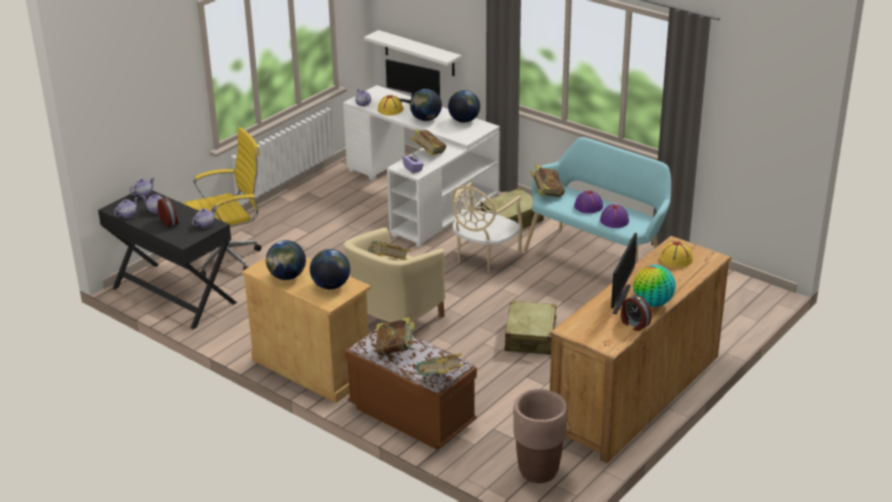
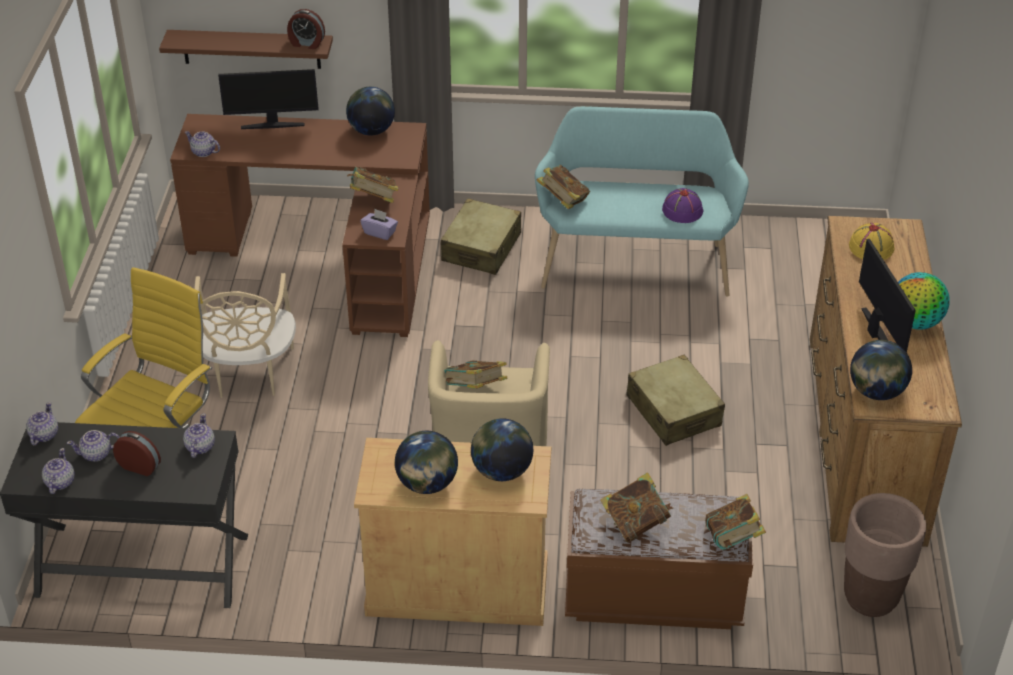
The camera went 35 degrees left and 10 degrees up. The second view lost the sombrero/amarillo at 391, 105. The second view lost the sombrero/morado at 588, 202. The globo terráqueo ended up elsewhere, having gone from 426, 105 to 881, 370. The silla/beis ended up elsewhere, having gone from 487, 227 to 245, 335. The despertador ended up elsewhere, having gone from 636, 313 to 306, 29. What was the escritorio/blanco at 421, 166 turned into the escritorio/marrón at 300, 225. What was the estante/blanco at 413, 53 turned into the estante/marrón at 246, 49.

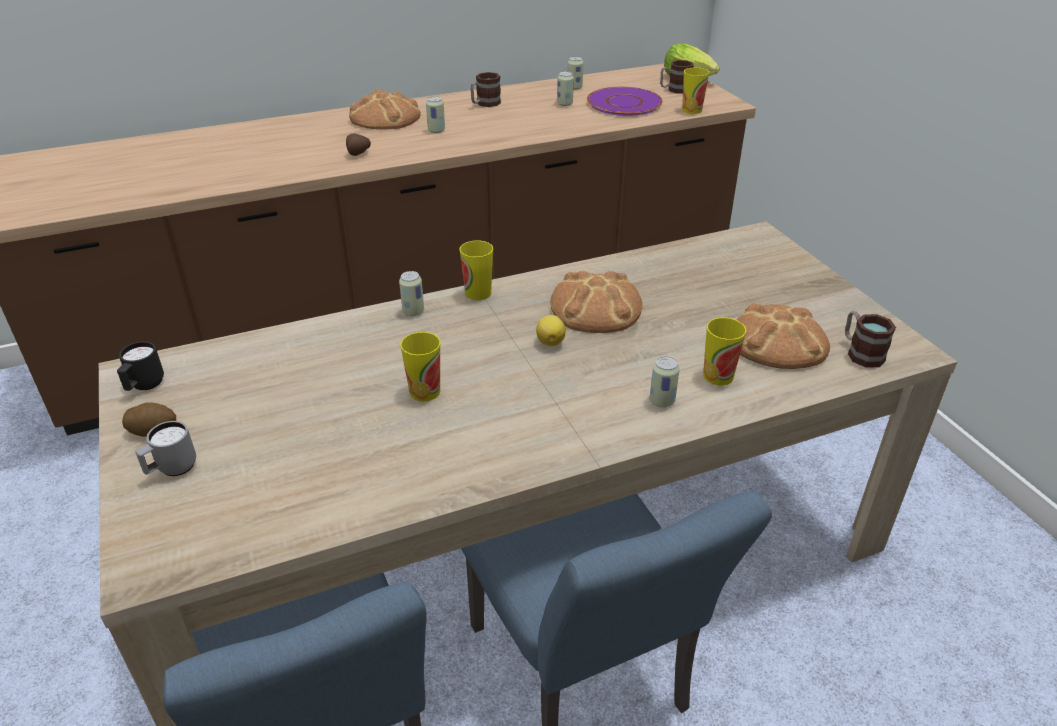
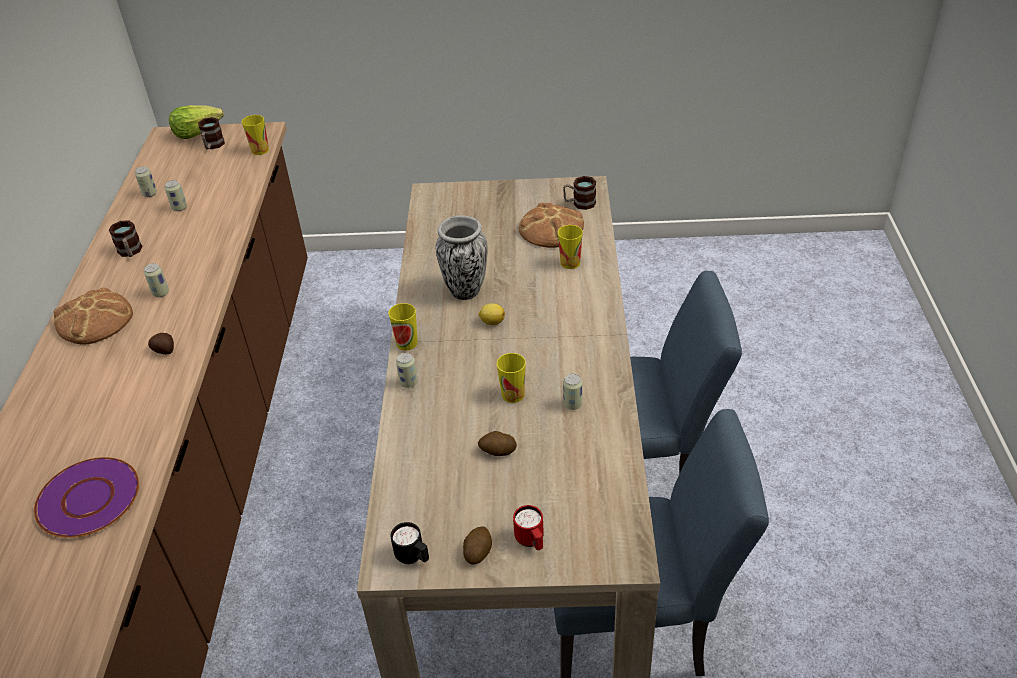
The camera went 65 degrees left and 5 degrees up. The second view gained the patata at 497, 443. The plato/morado ended up elsewhere, having gone from 625, 101 to 86, 497. The lata ended up elsewhere, having gone from 665, 382 to 572, 392. Where the pan stood at 596, 302, the florero came to stand at 462, 257. What was the taza grande/gris at 166, 448 turned into the taza grande/rojo at 528, 527.

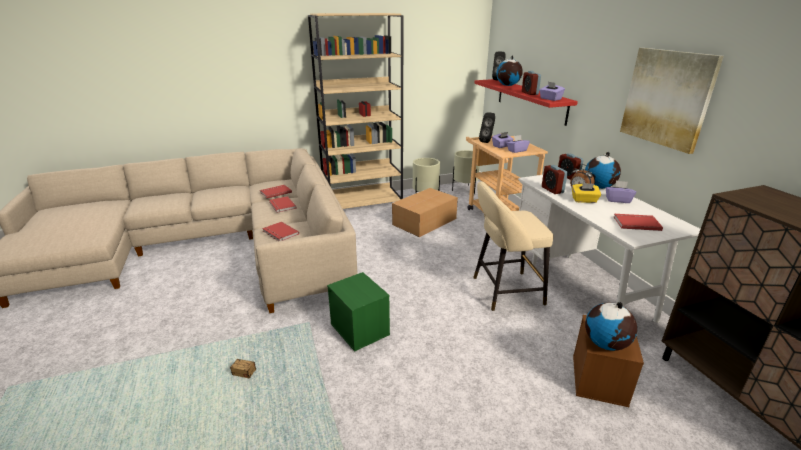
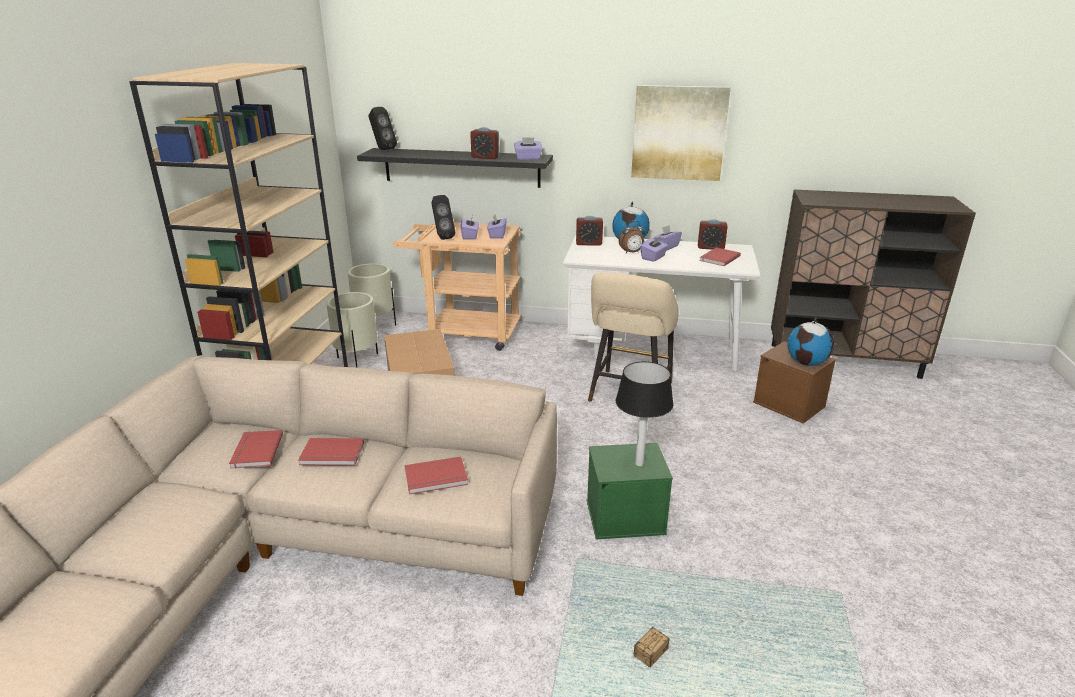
The camera went 60 degrees left and 0 degrees up. The second view lost the globo terráqueo at 509, 70. The second view gained the lámpara de mesa at 645, 414. The despertador ended up elsewhere, having gone from 555, 179 to 713, 234. What was the estante/rojo at 526, 102 turned into the estante/negro at 455, 168. What was the caja de pañuelos/amarillo at 586, 193 turned into the caja de pañuelos/morado at 654, 249.

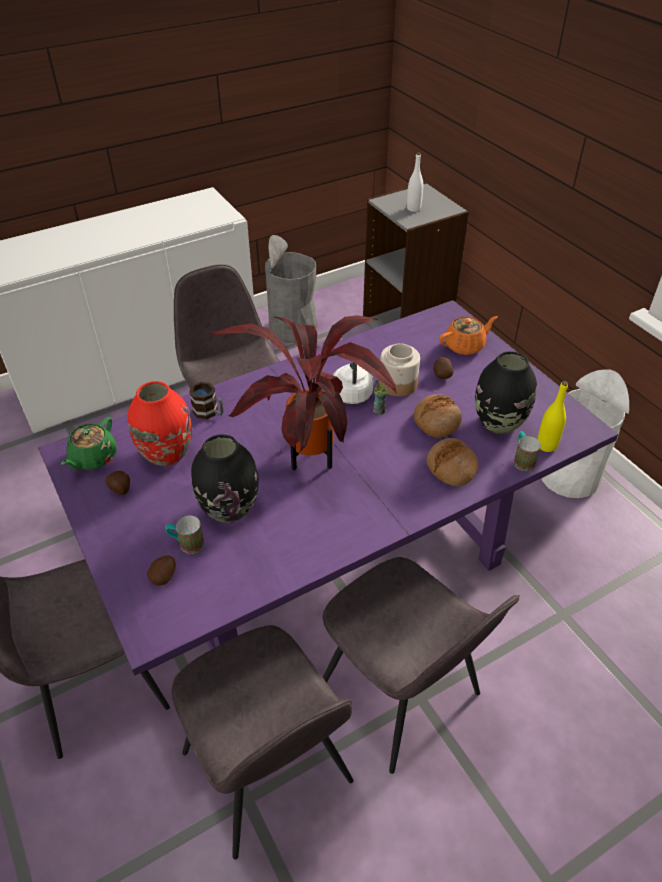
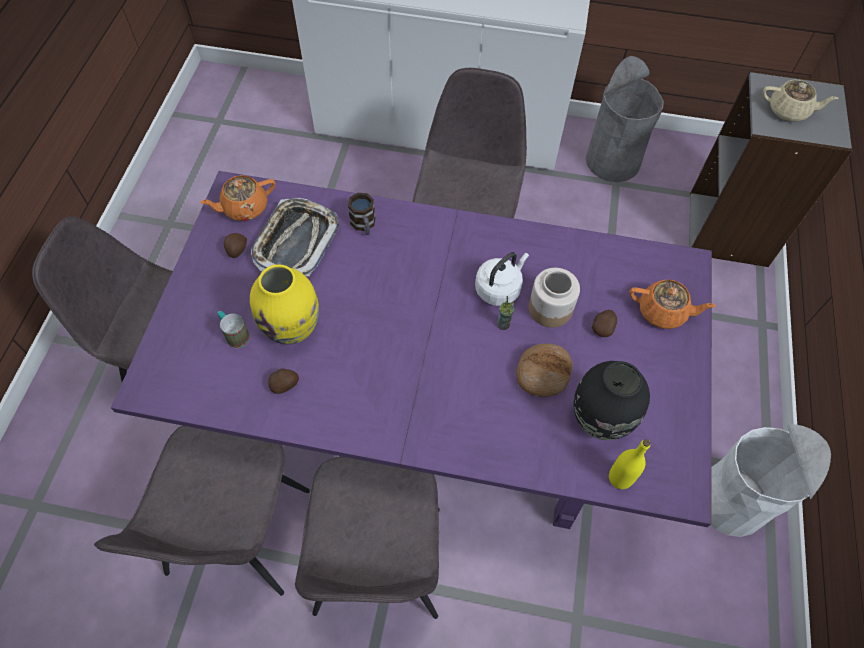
The camera went 40 degrees right and 15 degrees up. The second view lost the planta en maceta at 303, 392. The second view lost the pan at 452, 462. The second view lost the taza grande at 527, 451. The patata ended up elsewhere, having gone from 161, 571 to 283, 381. Where the florero/rojo stood at 160, 423, the bandeja came to stand at 295, 237. Where the botella/blanco stood at 415, 182, the tetera/beis came to stand at 801, 101. What was the tetera/verde at 89, 443 turned into the tetera/naranja at 237, 198. What was the florero/negro at 225, 478 turned into the florero/amarillo at 284, 304.

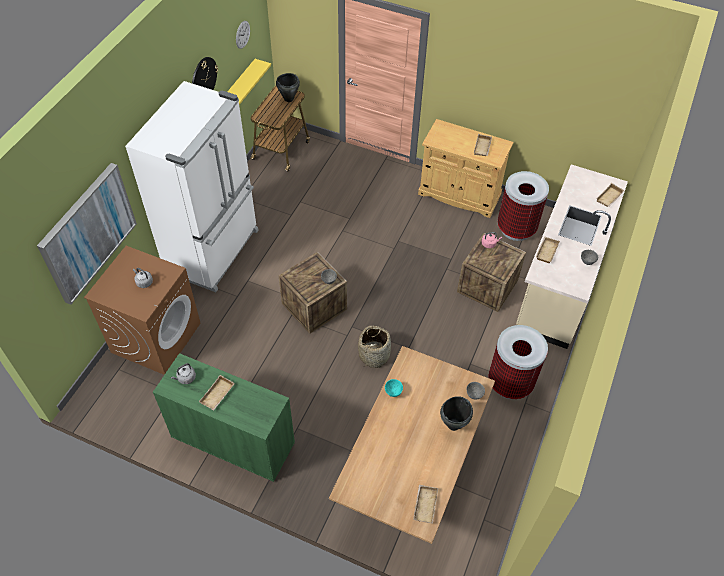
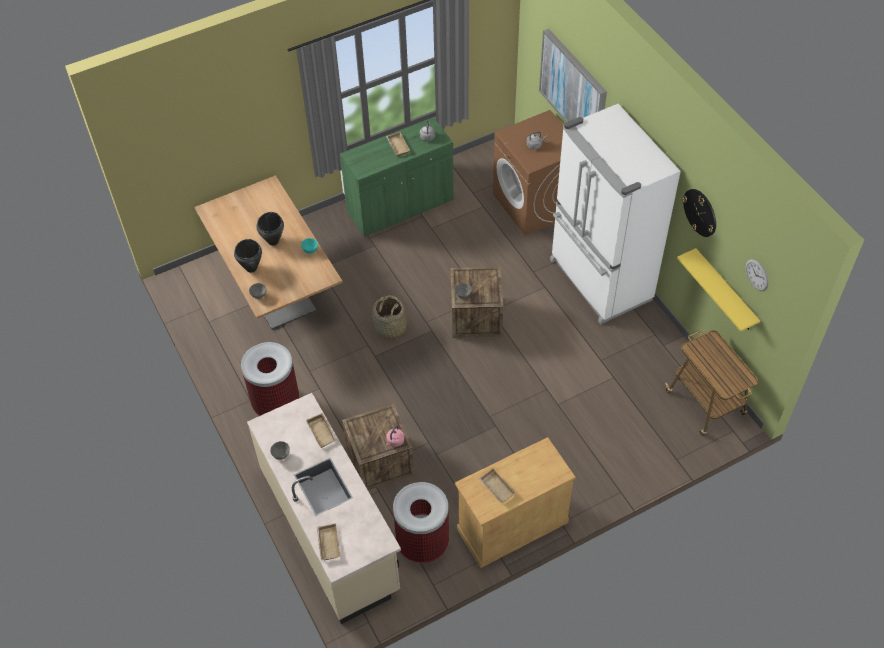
The camera went 130 degrees right and 0 degrees up. The second view lost the bandeja/beis at 425, 504. The olla/negro ended up elsewhere, having gone from 288, 87 to 270, 229.

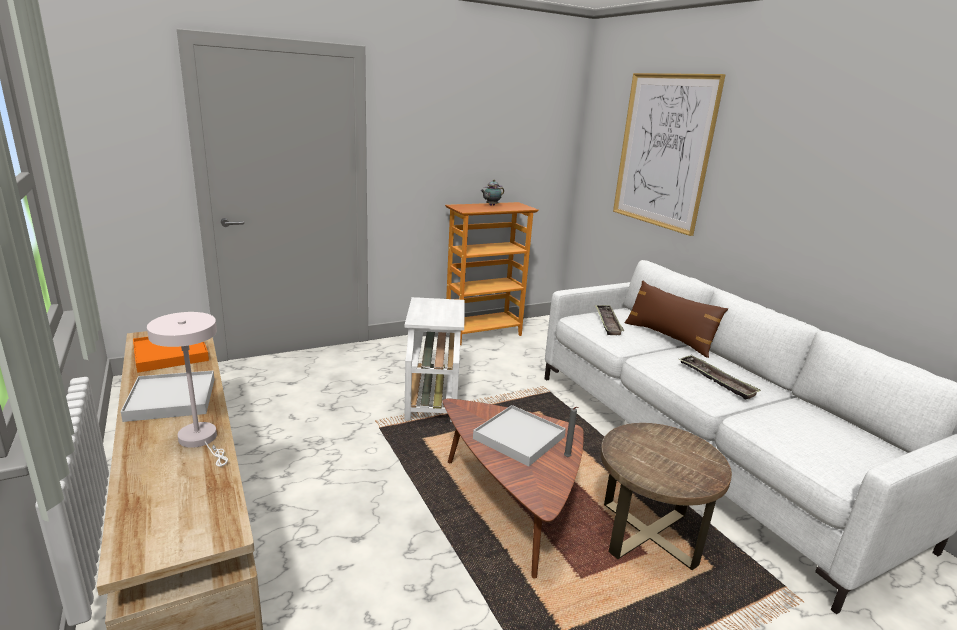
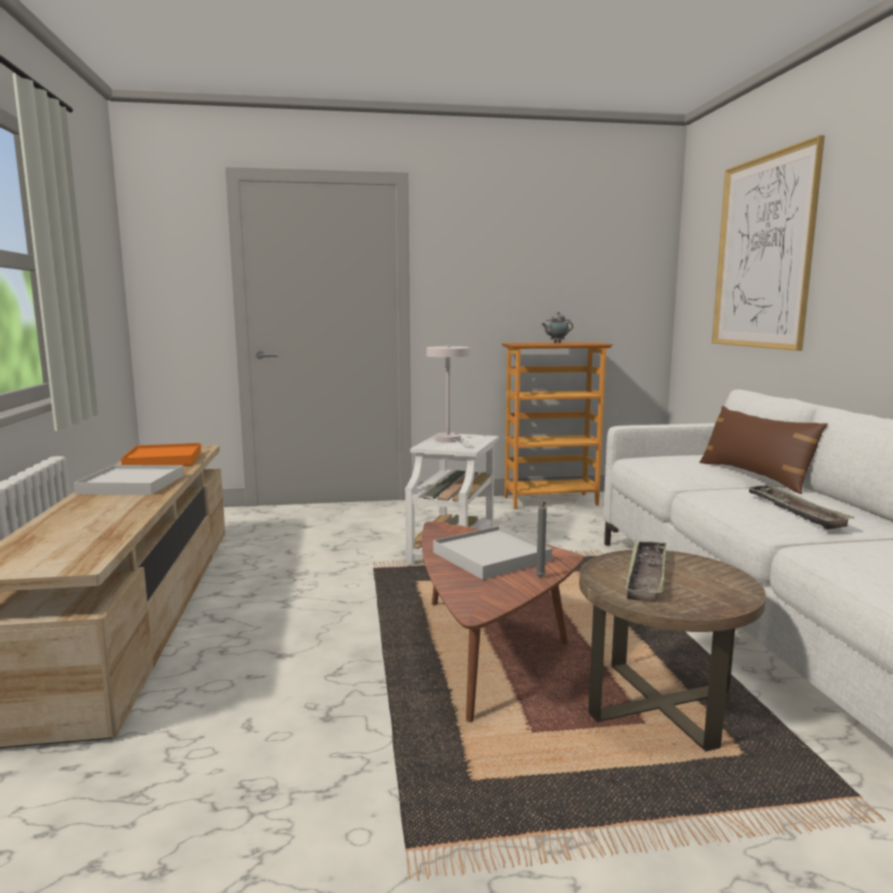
The camera went 20 degrees right and 10 degrees down. The lámpara de mesa/blanco ended up elsewhere, having gone from 187, 389 to 449, 397. The bandeja ended up elsewhere, having gone from 609, 320 to 645, 571.

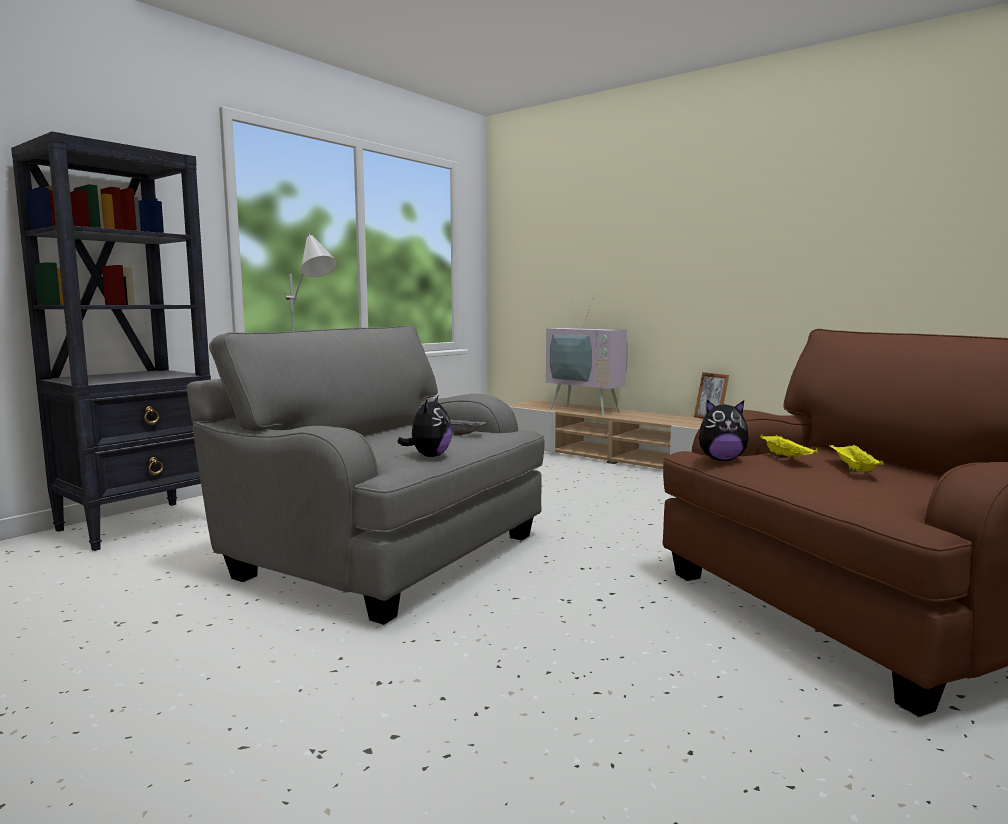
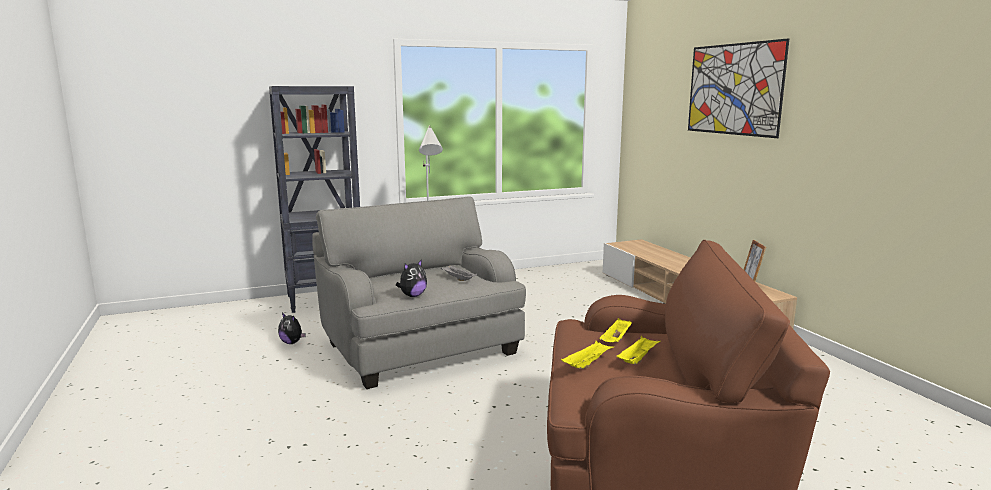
The camera went 30 degrees right and 5 degrees up. The second view lost the televisor at 587, 356. The second view gained the bandeja/amarillo at 587, 354. The second view gained the cuadro at 738, 88. The peluche ended up elsewhere, having gone from 724, 430 to 292, 328.

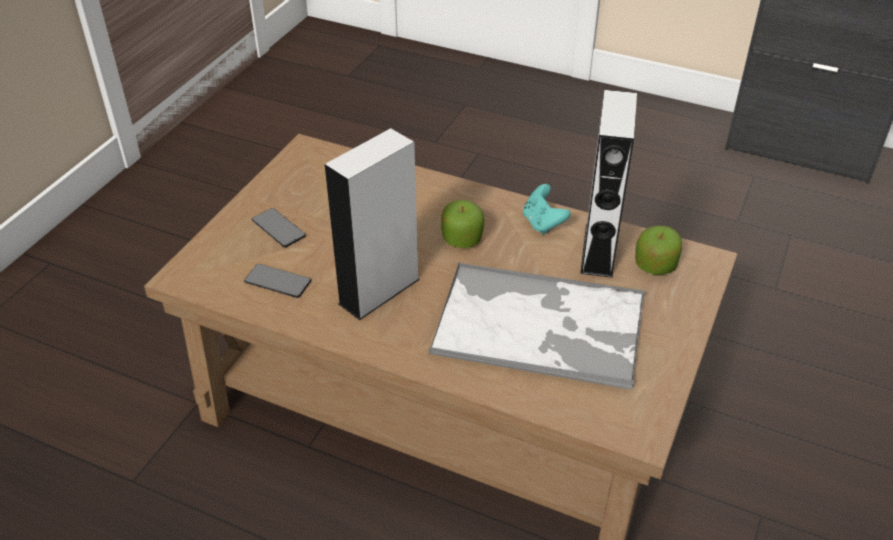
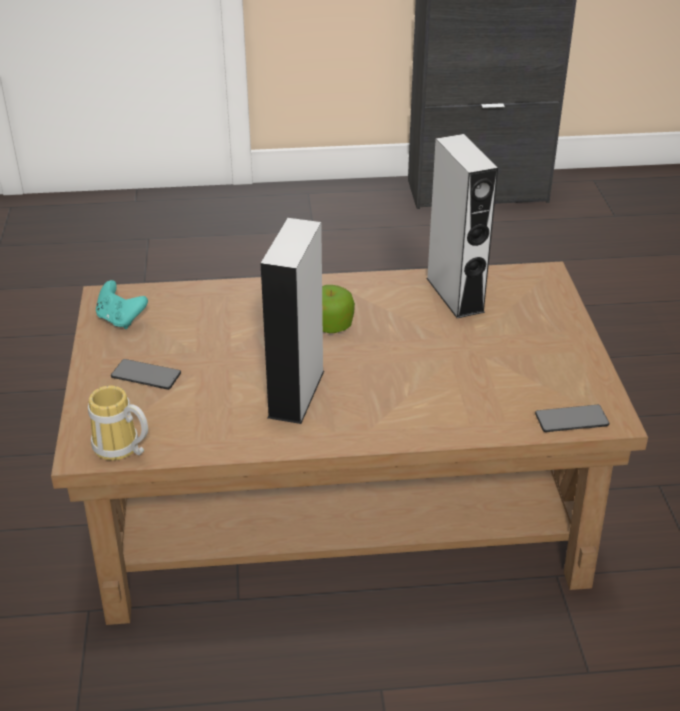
The camera went 30 degrees left and 5 degrees down. The second view lost the bandeja at 537, 325. The second view lost the manzana at 658, 250. The second view gained the taza grande at 118, 423. The móvil ended up elsewhere, having gone from 277, 281 to 572, 418. The mando de consola/turquesa ended up elsewhere, having gone from 547, 209 to 122, 304.

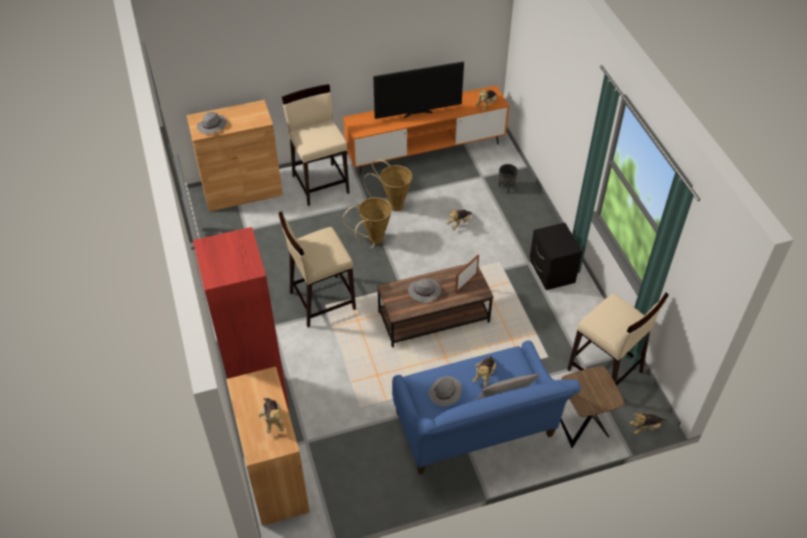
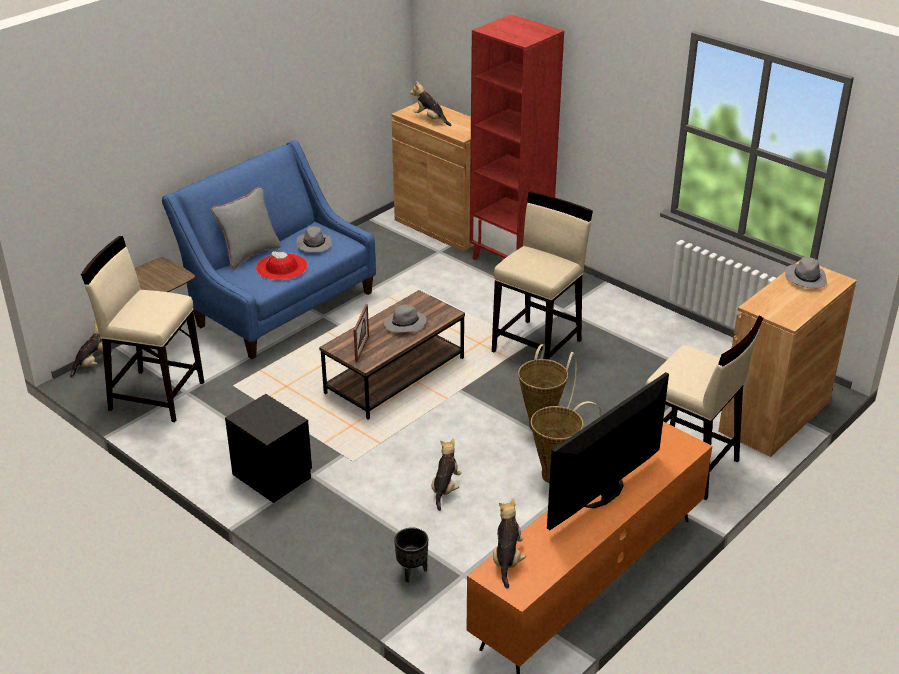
The camera went 150 degrees right and 15 degrees down. Where the peluche stood at 484, 371, the sombrero/rojo came to stand at 282, 265.

